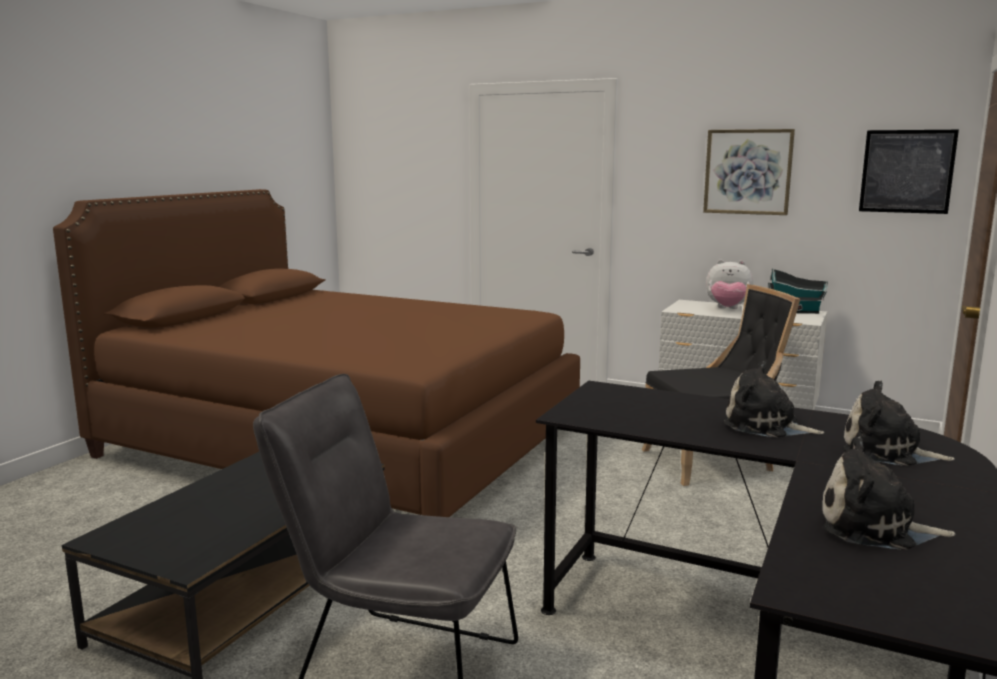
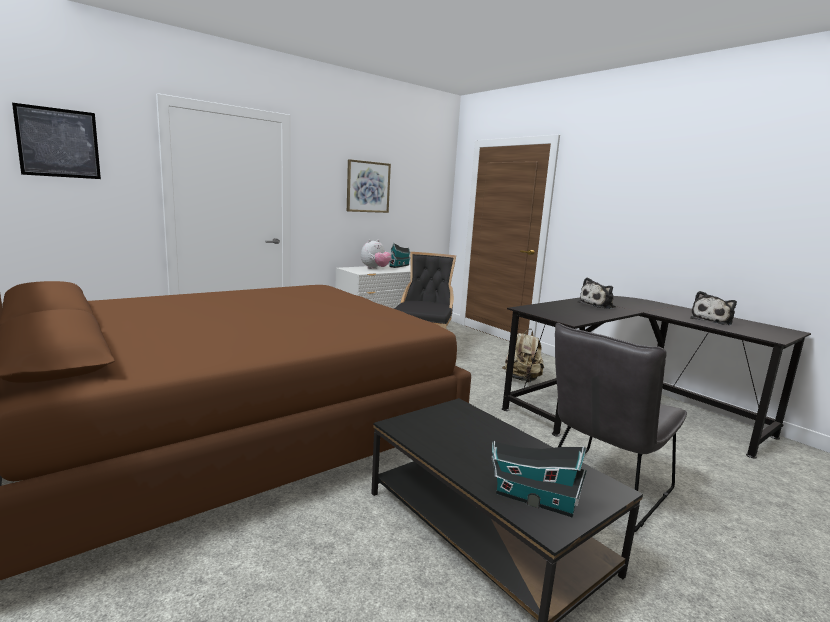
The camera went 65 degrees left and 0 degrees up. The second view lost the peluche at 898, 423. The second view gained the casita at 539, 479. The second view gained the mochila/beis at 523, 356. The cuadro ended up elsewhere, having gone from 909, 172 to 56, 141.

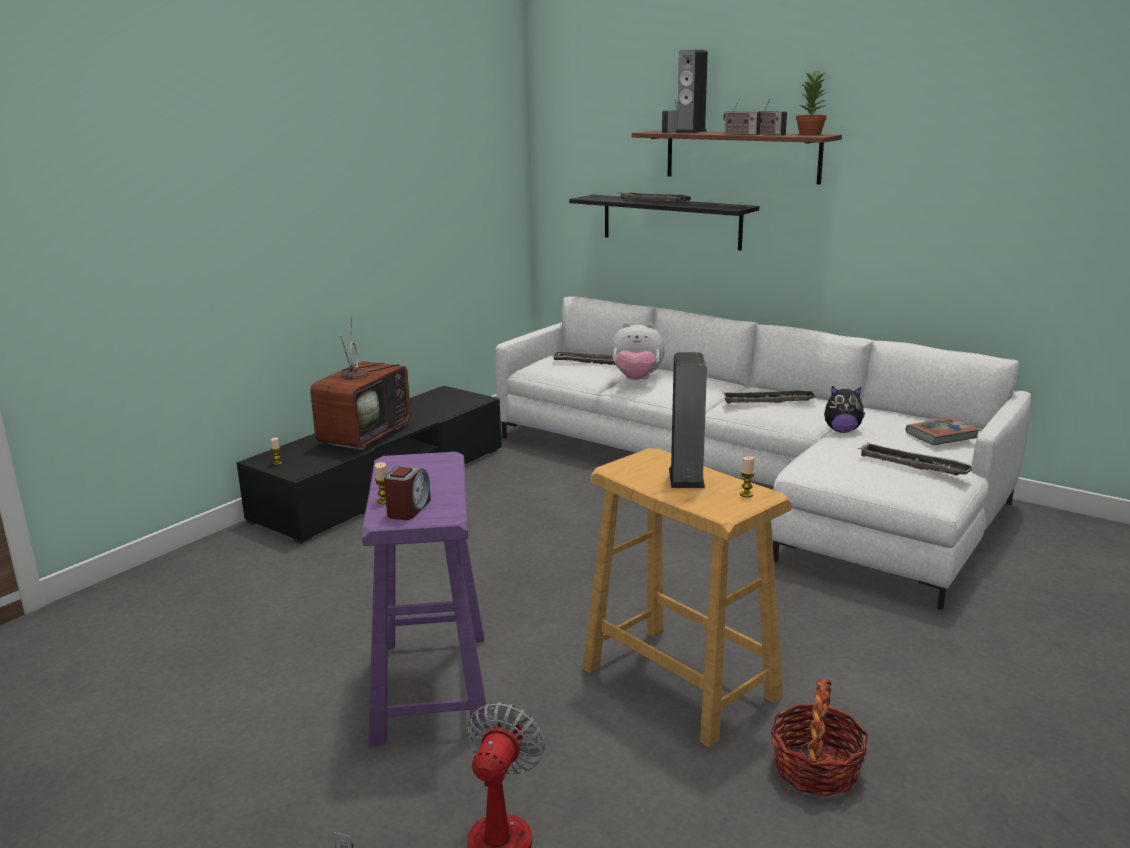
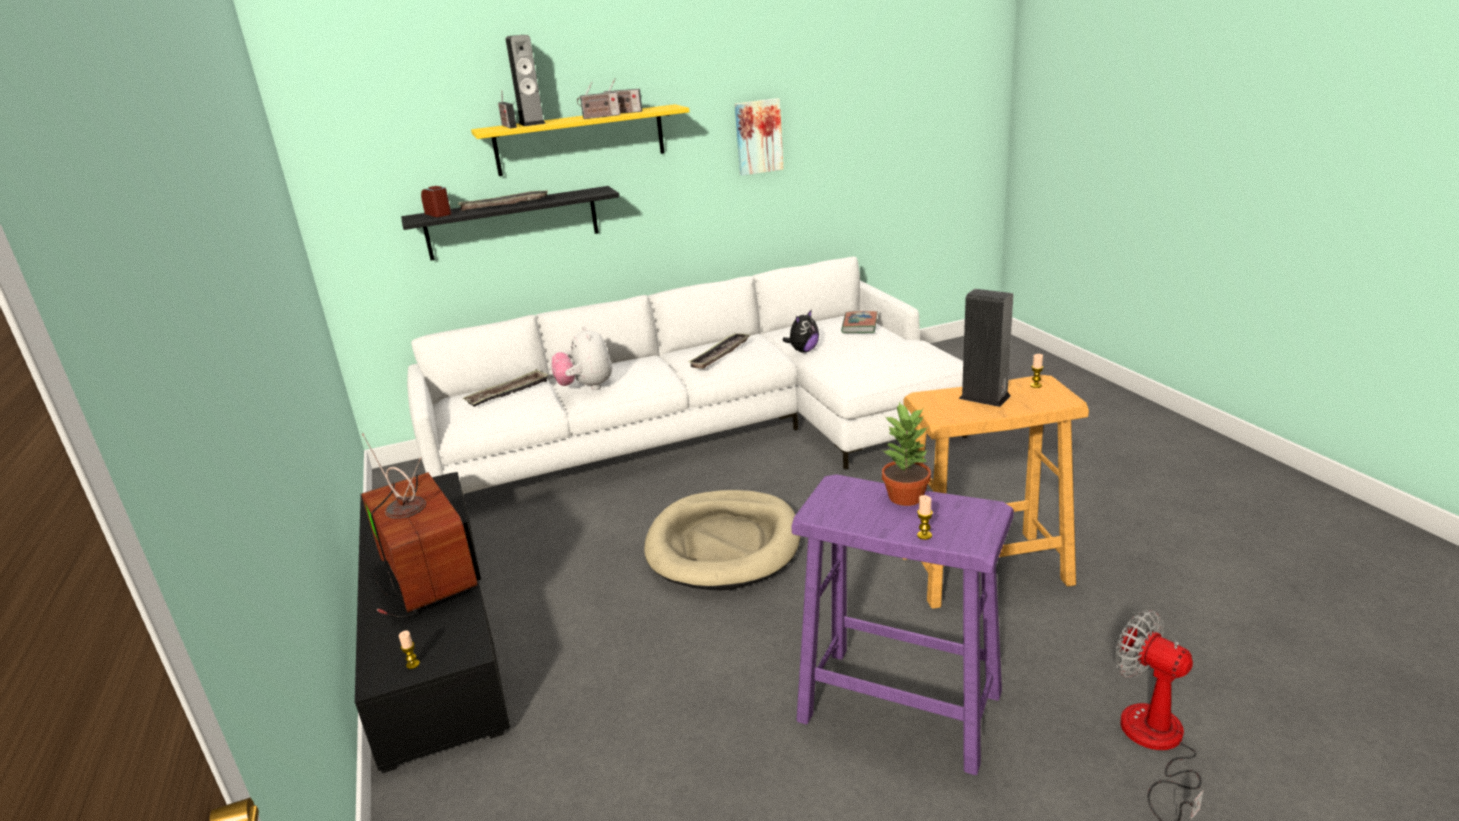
The camera went 55 degrees left and 5 degrees up. The second view lost the cesta at 820, 738. The second view lost the bandeja at 916, 458. The second view gained the cama para perro/beis at 722, 540. The second view gained the cuadro at 759, 137. The despertador ended up elsewhere, having gone from 407, 493 to 436, 201. The planta en maceta ended up elsewhere, having gone from 811, 102 to 906, 454. What was the estante/marrón at 737, 157 turned into the estante/amarillo at 580, 140. The peluche at 638, 351 ended up facing another way, 120 degrees clockwise from before.

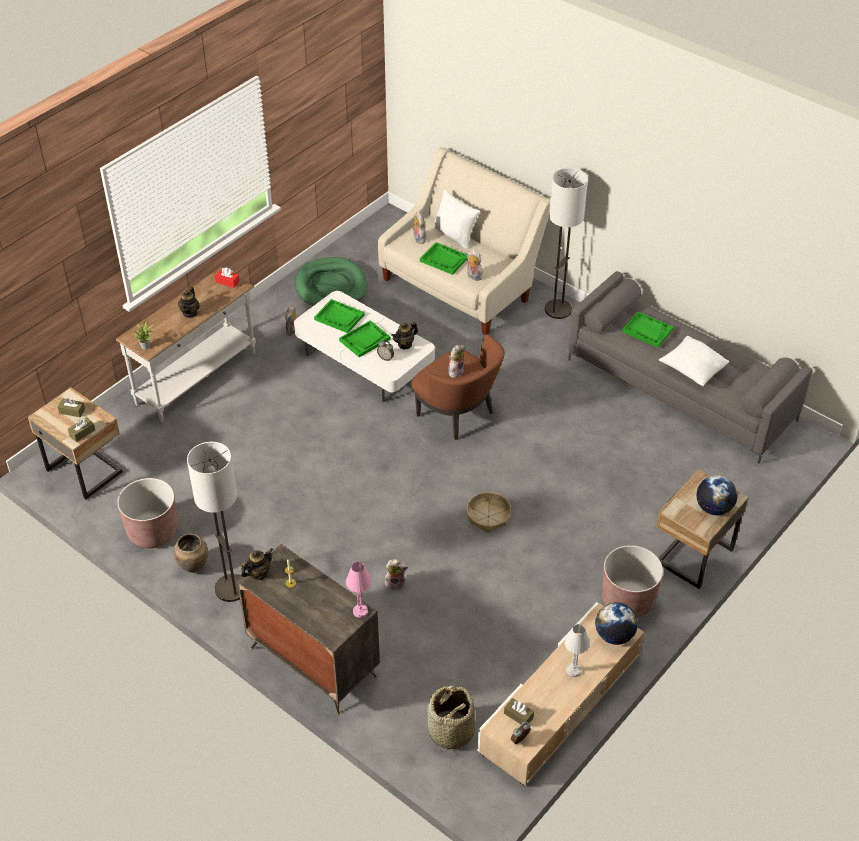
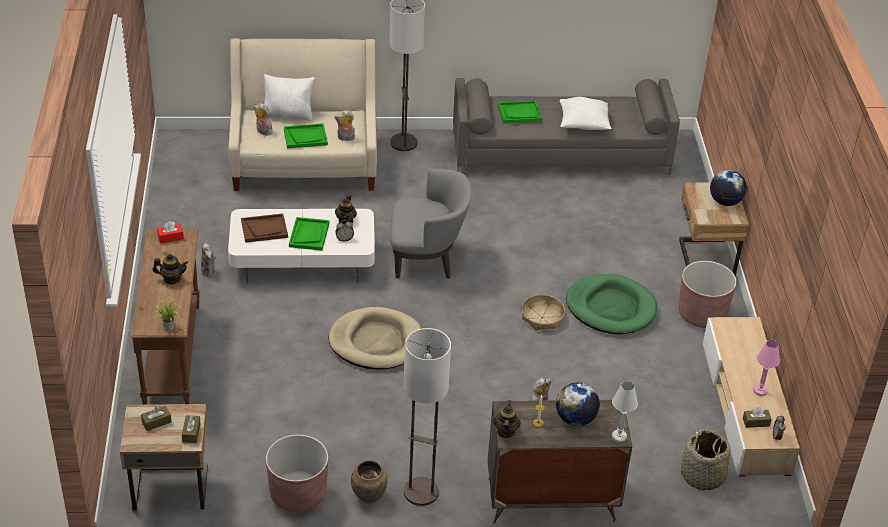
The camera went 45 degrees left and 5 degrees down. The second view lost the peluche at 456, 361. The second view gained the cama para perro/beis at 375, 338. The cama para perro/verde ended up elsewhere, having gone from 331, 281 to 611, 304. The lámpara de mesa/rosa ended up elsewhere, having gone from 359, 590 to 767, 368. The lámpara de mesa/blanco ended up elsewhere, having gone from 577, 650 to 625, 411. The globo terráqueo ended up elsewhere, having gone from 616, 623 to 578, 404. What was the mesa consola/blanco at 186, 345 turned into the mesa consola/marrón at 165, 317. What was the bandeja/verde at 339, 316 turned into the bandeja/marrón at 264, 228. What was the sillón/marrón at 458, 387 turned into the sillón/gris at 431, 224. The tetera at 189, 302 ended up facing another way, 60 degrees counterclockwise from before.

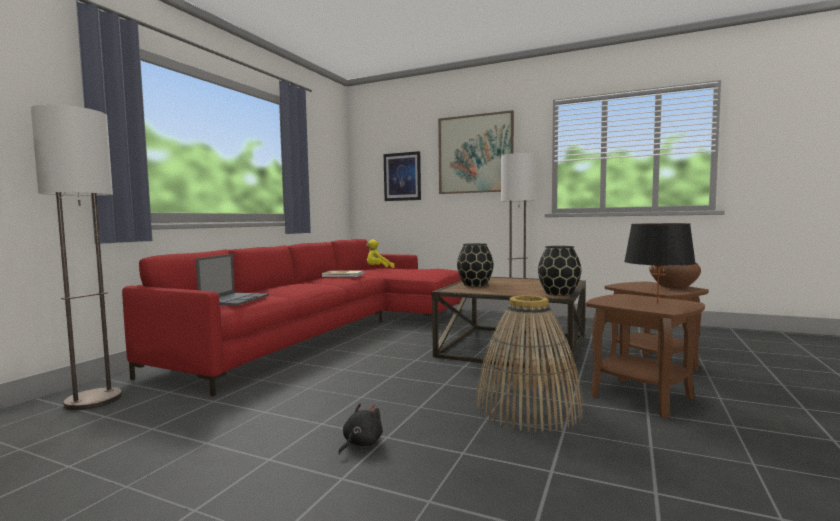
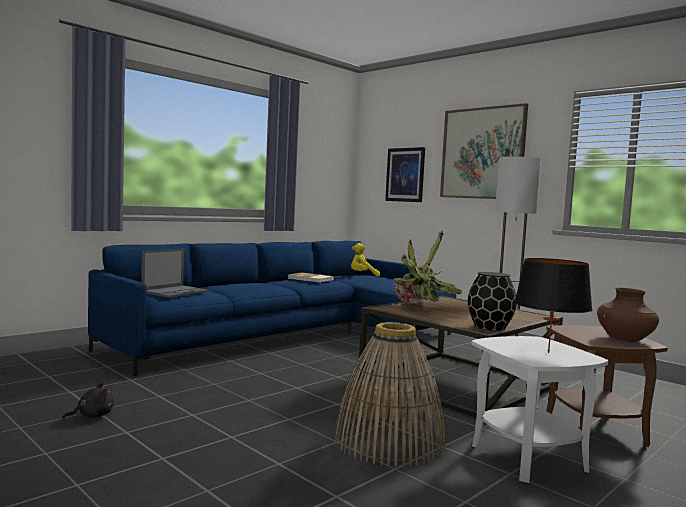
The camera went 20 degrees right and 0 degrees up. The second view lost the lámpara de pie at 76, 257. The peluche/negro ended up elsewhere, having gone from 360, 429 to 88, 401. Where the florero/negro stood at 475, 264, the planta en maceta came to stand at 427, 267. What was the sofá/rojo at 292, 317 turned into the sofá/azul at 272, 308. What was the mesa auxiliar/marrón at 645, 356 turned into the mesa auxiliar/blanco at 540, 409.

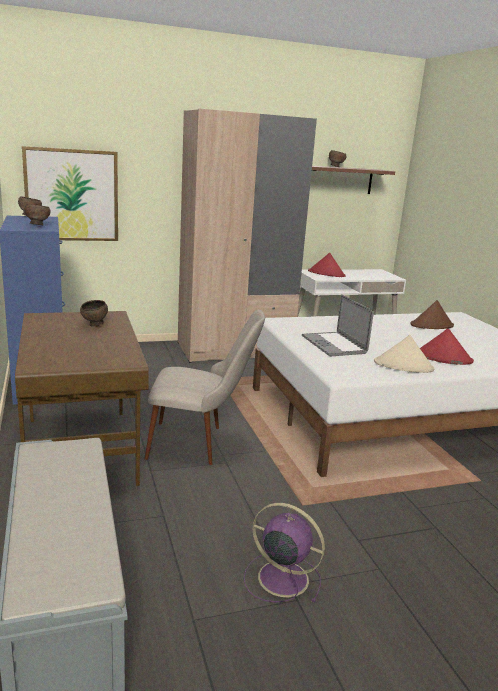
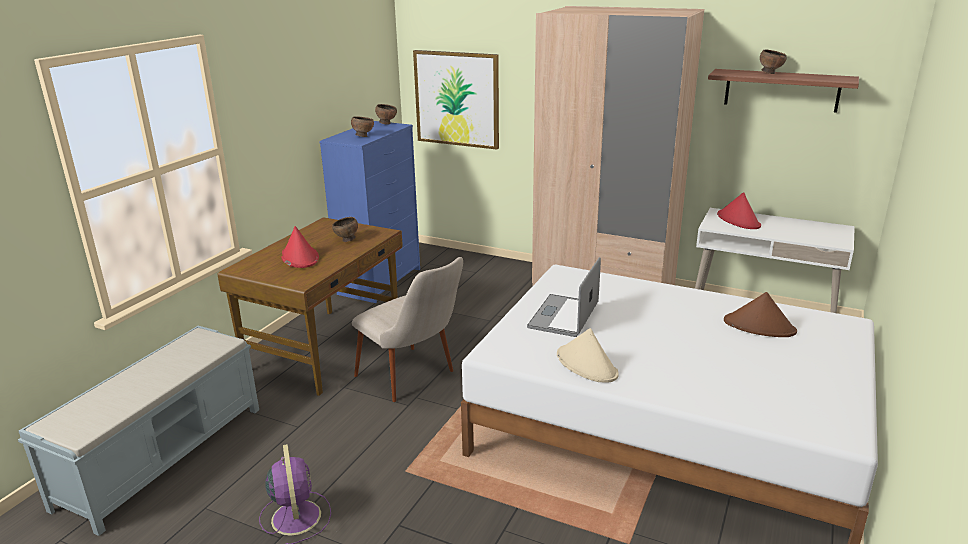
The camera went 45 degrees right and 5 degrees up. The sombrero/rojo ended up elsewhere, having gone from 447, 346 to 300, 247.

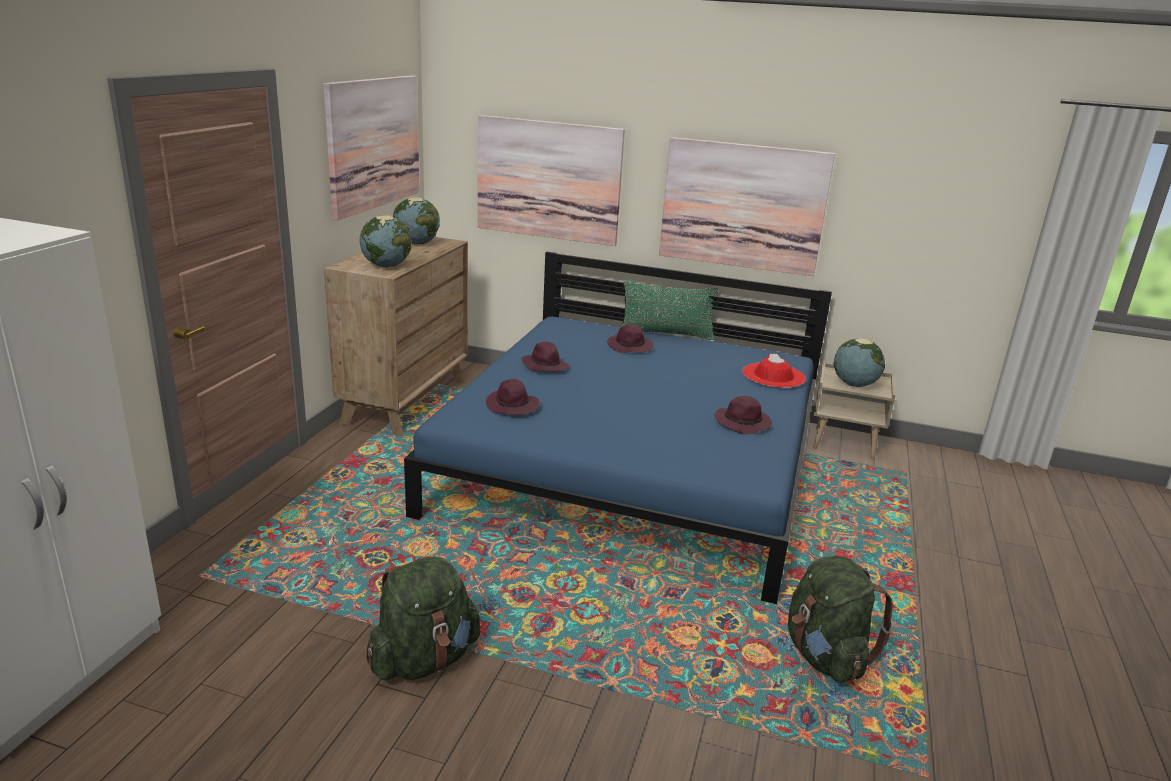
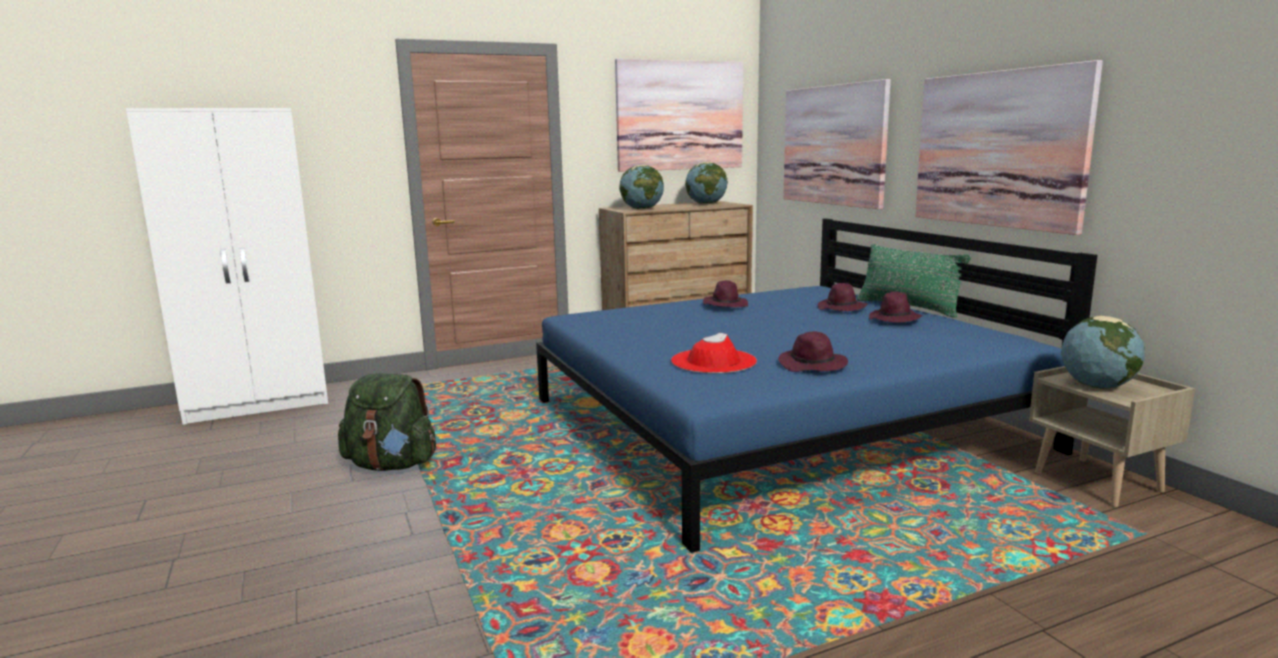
The camera went 50 degrees right and 10 degrees down. The second view lost the mochila/verde at 841, 619. The sombrero/morado ended up elsewhere, having gone from 513, 397 to 896, 307. The sombrero/rojo ended up elsewhere, having gone from 774, 371 to 714, 353.

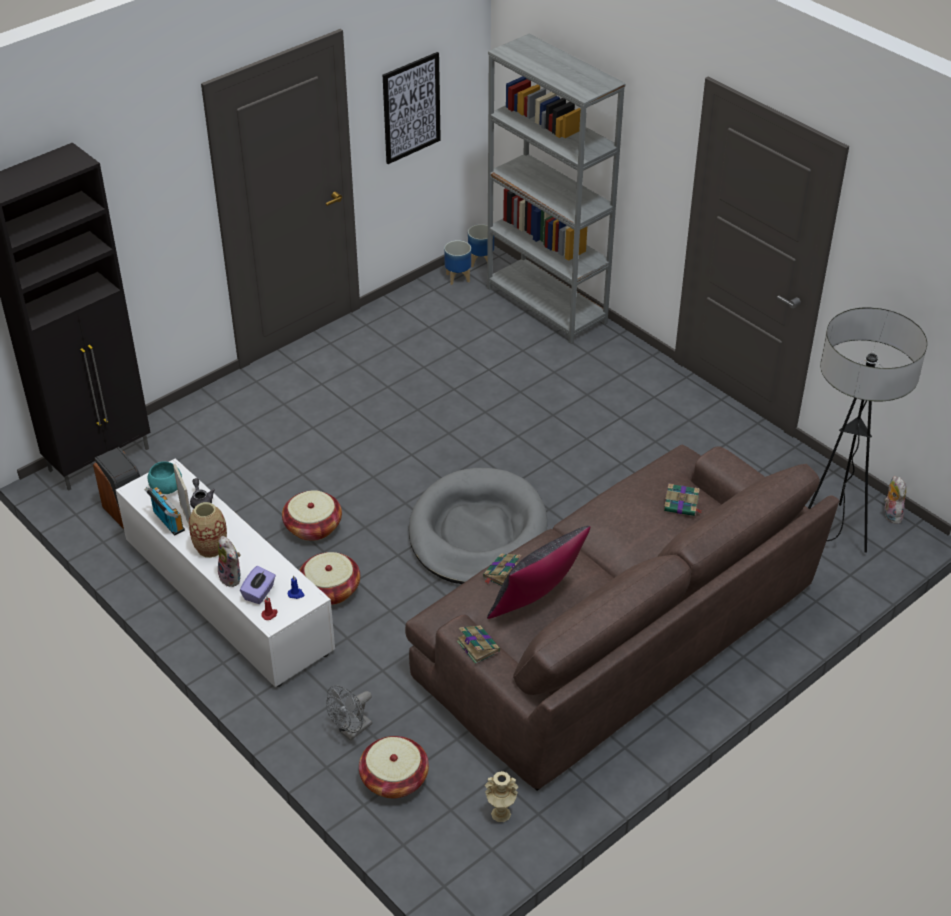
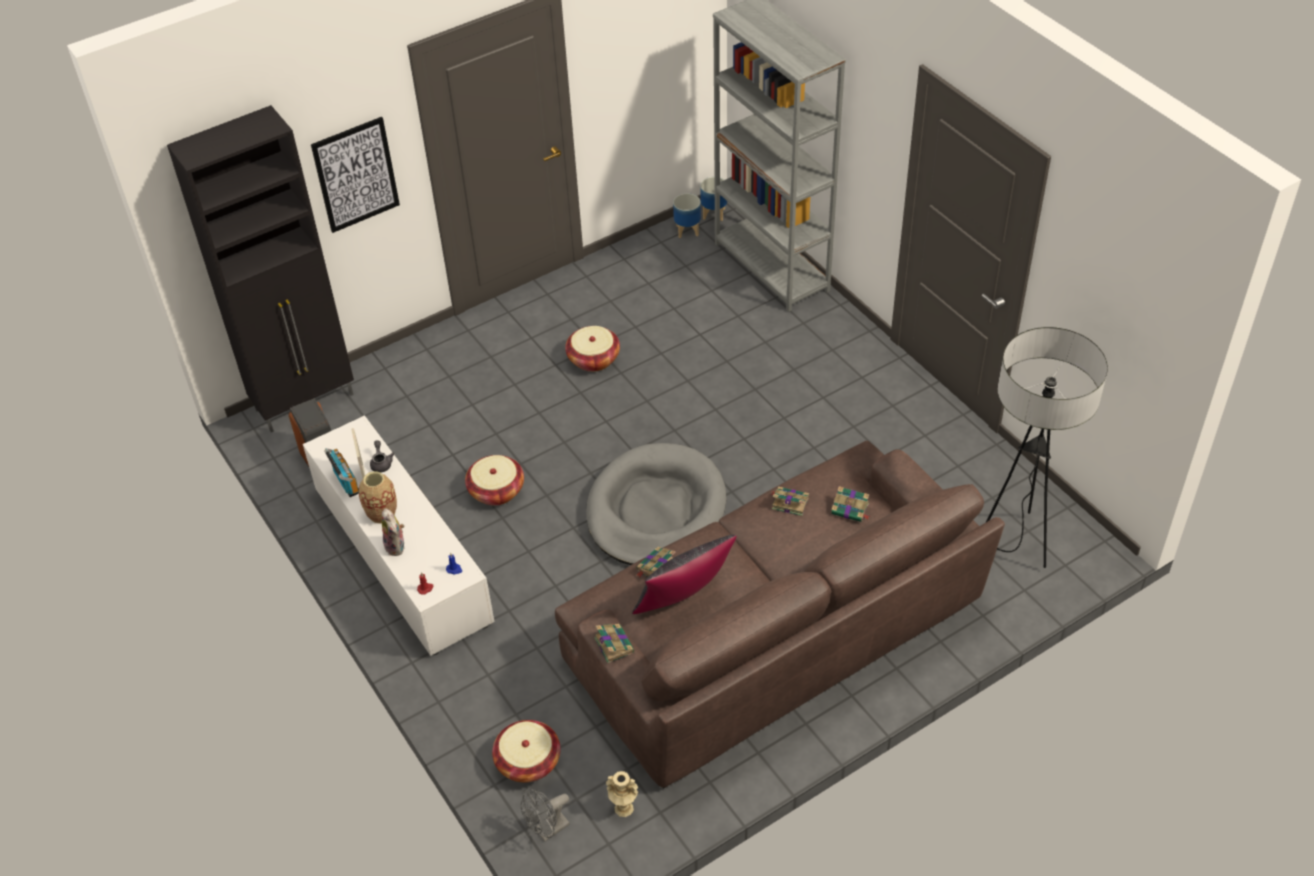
The camera went 10 degrees right and 5 degrees up. The second view lost the cuenco/turquesa at 165, 478. The second view lost the caja de pañuelos/morado at 258, 585. The second view lost the peluche at 895, 500. The second view gained the libro at 790, 501. The cesta ended up elsewhere, having gone from 329, 578 to 592, 349. The ventilador/gris ended up elsewhere, having gone from 349, 713 to 545, 814. The cuadro ended up elsewhere, having gone from 412, 108 to 355, 175.

